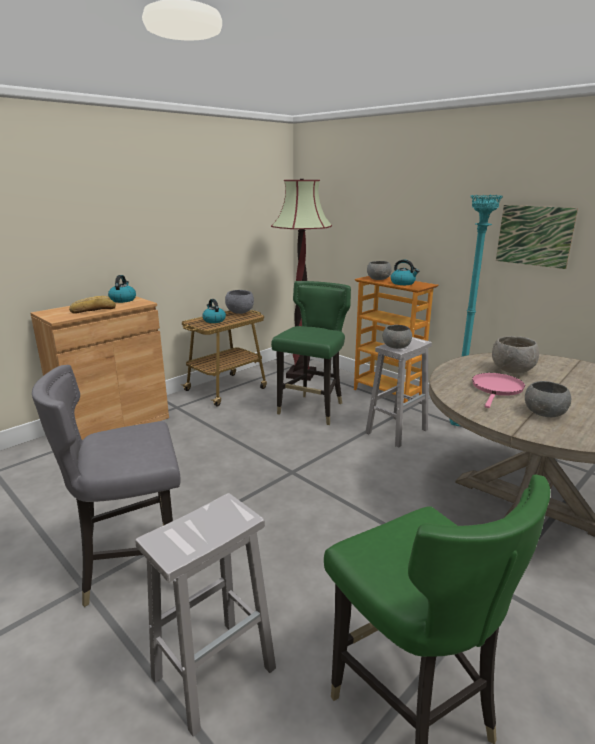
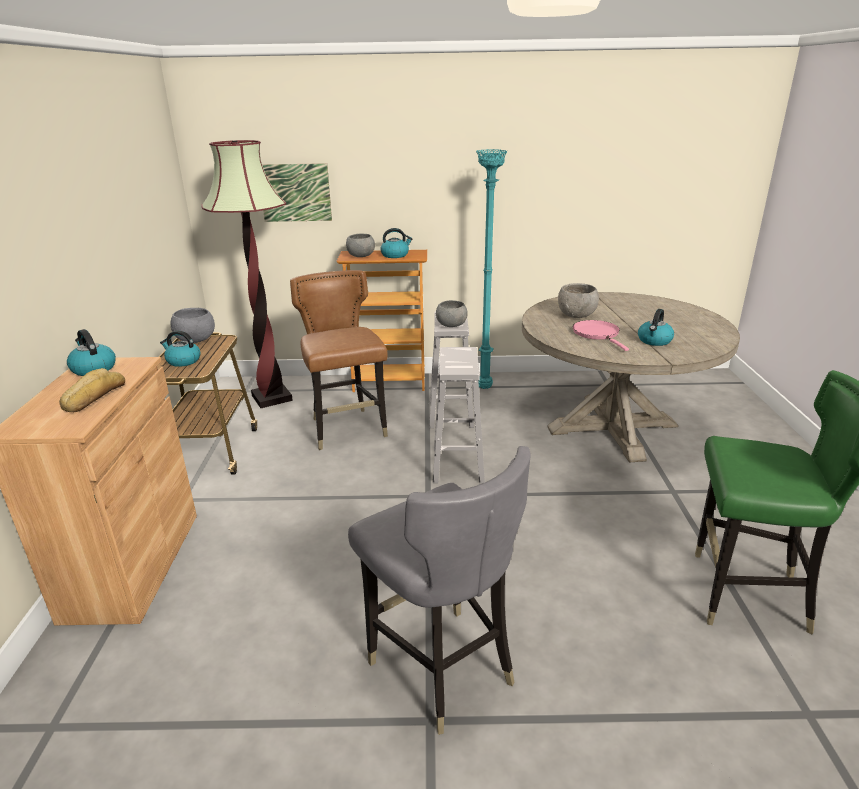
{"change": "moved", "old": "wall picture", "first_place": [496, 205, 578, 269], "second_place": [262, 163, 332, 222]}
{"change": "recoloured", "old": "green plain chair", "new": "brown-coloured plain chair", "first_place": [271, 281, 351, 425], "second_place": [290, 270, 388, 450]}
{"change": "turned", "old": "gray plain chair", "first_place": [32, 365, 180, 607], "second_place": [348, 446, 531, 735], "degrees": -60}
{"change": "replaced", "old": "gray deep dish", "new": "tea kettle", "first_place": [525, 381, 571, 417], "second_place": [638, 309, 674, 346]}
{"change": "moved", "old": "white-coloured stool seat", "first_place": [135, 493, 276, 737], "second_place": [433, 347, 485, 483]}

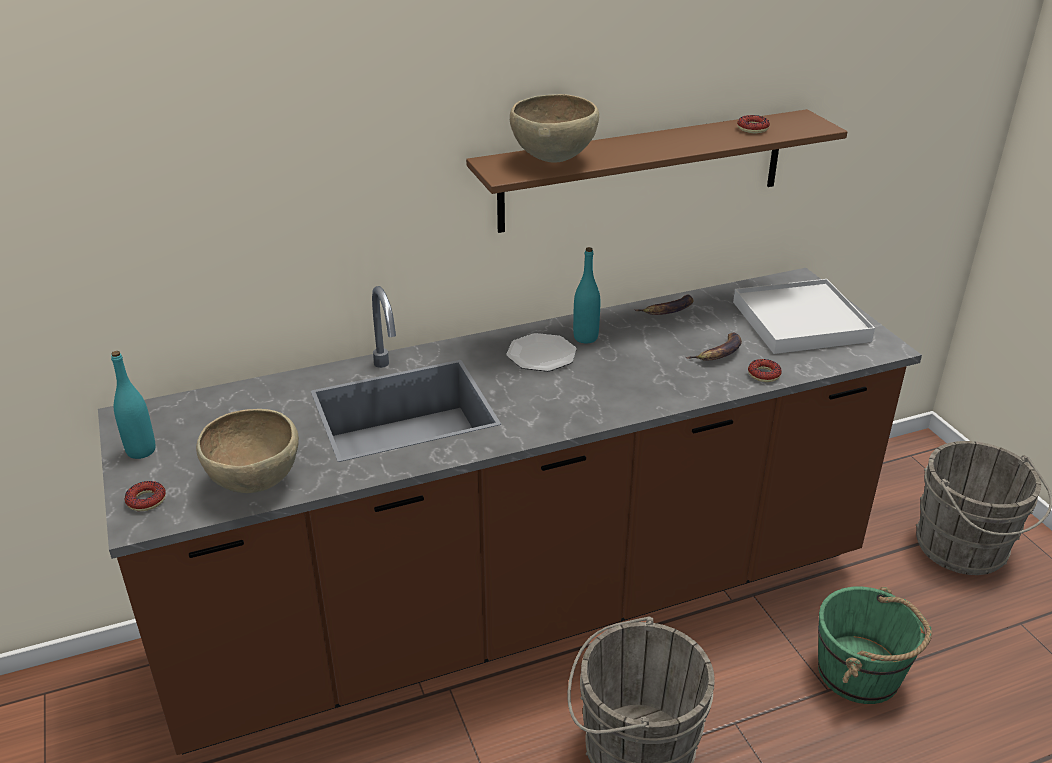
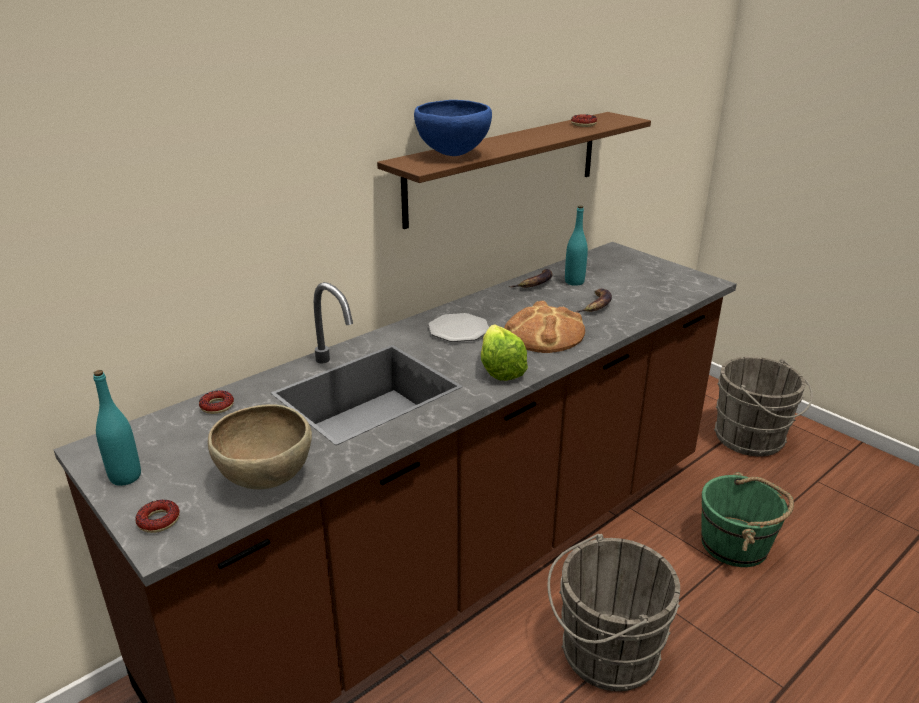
{"change": "recoloured", "old": "brown-coloured deep dish", "new": "blue-coloured deep dish", "first_place": [510, 94, 599, 162], "second_place": [414, 100, 492, 156]}
{"change": "moved", "old": "blue-green drink bottle", "first_place": [573, 247, 600, 344], "second_place": [565, 205, 588, 286]}
{"change": "removed", "old": "white-coloured serving tray", "first_place": [733, 279, 875, 354]}
{"change": "moved", "old": "ring doughnut", "first_place": [748, 359, 782, 382], "second_place": [199, 390, 234, 414]}
{"change": "added", "new": "bakery bread", "second_place": [504, 300, 585, 353]}
{"change": "added", "new": "lettuce head", "second_place": [481, 324, 528, 381]}

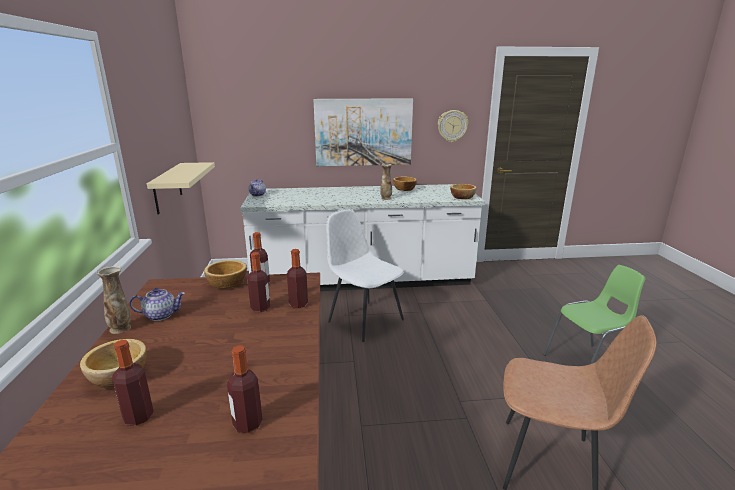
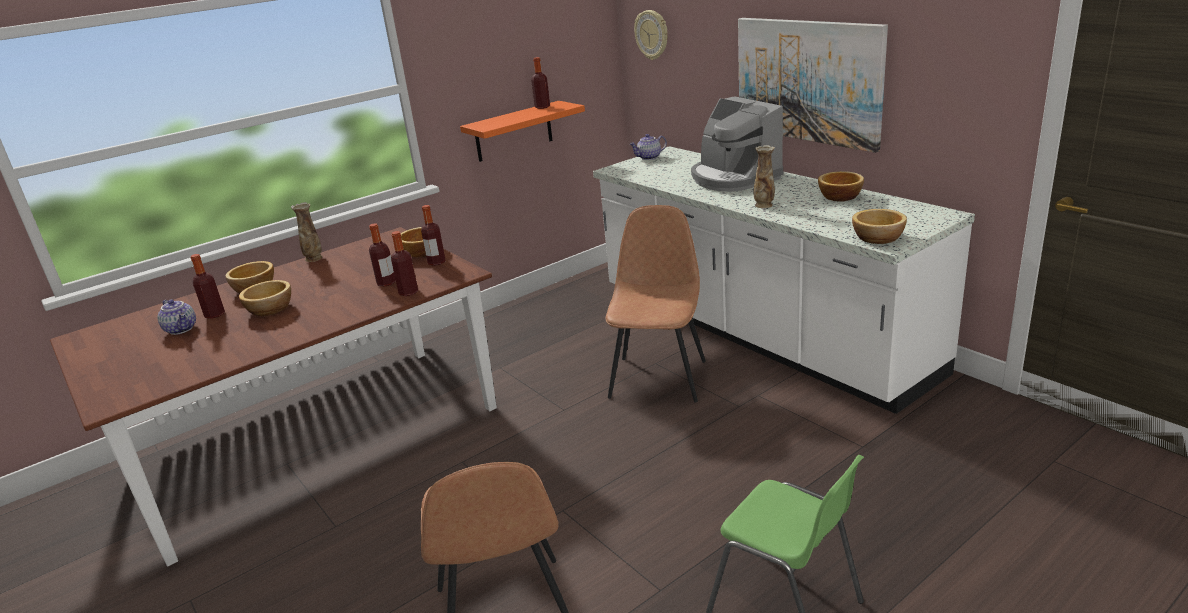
{"change": "moved", "old": "hanging clock", "first_place": [438, 110, 469, 142], "second_place": [634, 10, 668, 60]}
{"change": "recoloured", "old": "sand-coloured bracket shelf", "new": "orangey bracket shelf", "first_place": [147, 162, 215, 214], "second_place": [460, 101, 585, 162]}
{"change": "recoloured", "old": "white-coloured plain chair", "new": "brown-coloured plain chair", "first_place": [327, 209, 404, 342], "second_place": [605, 205, 706, 403]}
{"change": "moved", "old": "pot for tea", "first_place": [130, 288, 185, 321], "second_place": [157, 299, 196, 335]}
{"change": "moved", "old": "drink bottle", "first_place": [227, 345, 262, 433], "second_place": [531, 57, 550, 109]}
{"change": "added", "new": "coffee machine", "second_place": [691, 96, 783, 192]}
{"change": "added", "new": "deep dish", "second_place": [239, 280, 291, 316]}

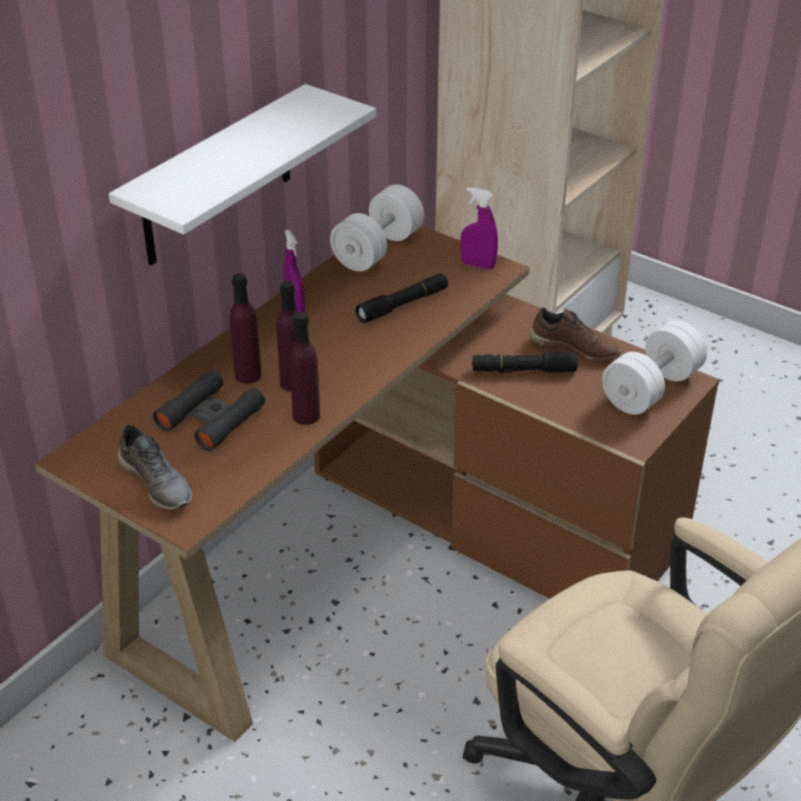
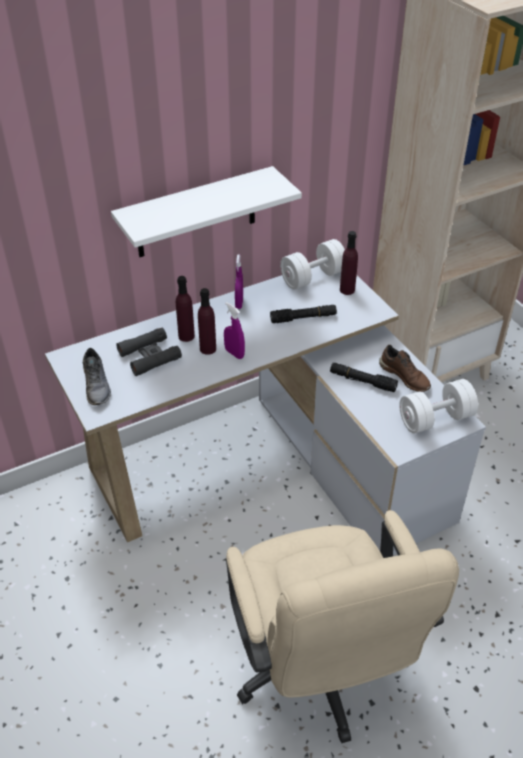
{"change": "moved", "old": "purple-coloured hand sprayer", "first_place": [461, 187, 498, 269], "second_place": [224, 302, 245, 359]}
{"change": "recoloured", "old": "brown-coloured desk", "new": "white-coloured desk", "first_place": [35, 226, 719, 742], "second_place": [45, 266, 486, 555]}
{"change": "moved", "old": "purple-coloured drink bottle", "first_place": [289, 312, 320, 425], "second_place": [340, 231, 358, 295]}

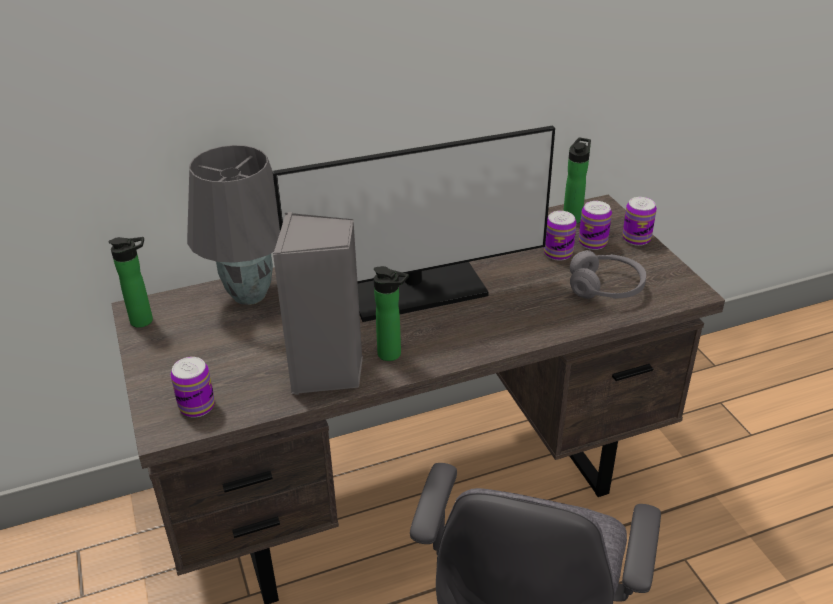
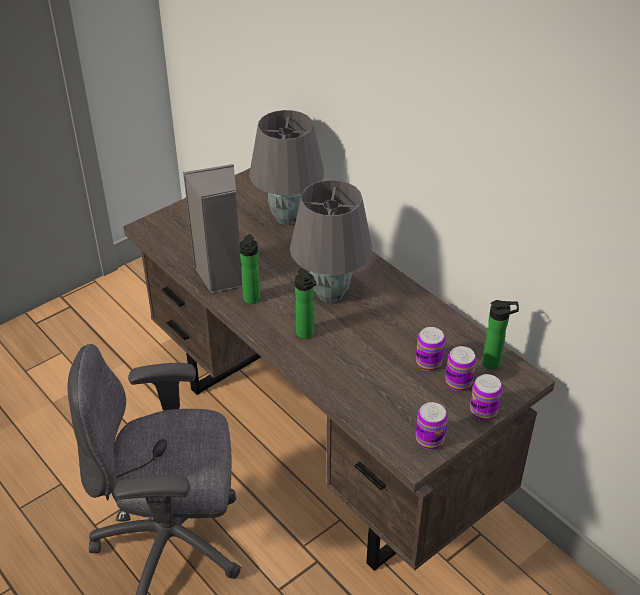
{"change": "replaced", "old": "monitor", "new": "gray tabletop lamp", "first_place": [273, 126, 555, 322], "second_place": [290, 180, 372, 303]}
{"change": "moved", "old": "drink bottle", "first_place": [108, 237, 153, 328], "second_place": [295, 268, 316, 339]}
{"change": "removed", "old": "gray pair of headphones", "first_place": [570, 250, 646, 299]}
{"change": "moved", "old": "sealed can", "first_place": [170, 357, 215, 418], "second_place": [416, 402, 448, 449]}

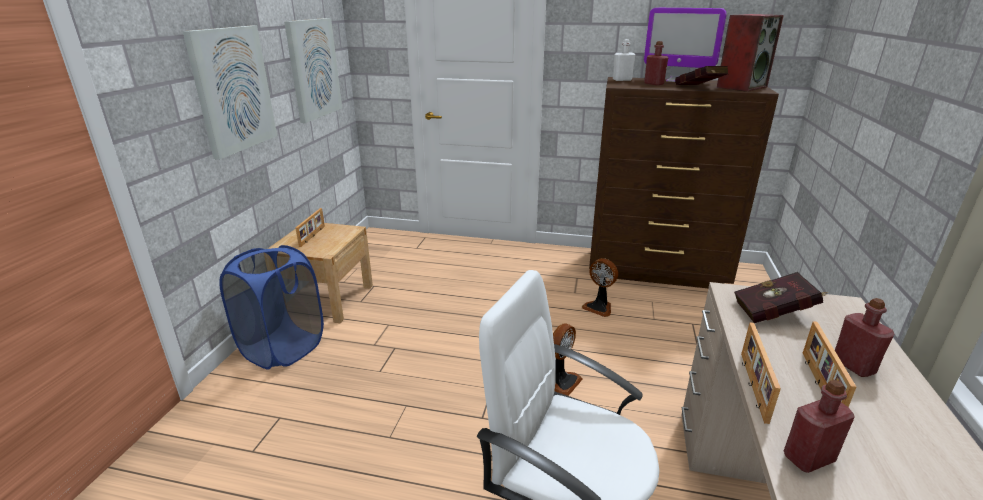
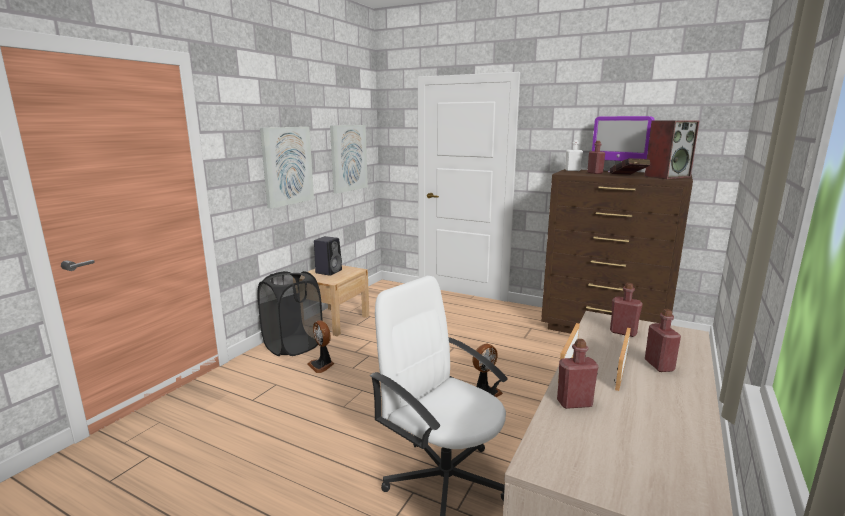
{"change": "replaced", "old": "photo frame", "new": "black loudspeaker", "first_place": [296, 208, 325, 247], "second_place": [314, 236, 342, 276]}
{"change": "recoloured", "old": "blue-coloured washing basket", "new": "black washing basket", "first_place": [219, 245, 324, 370], "second_place": [257, 271, 323, 356]}
{"change": "moved", "old": "electric fan", "first_place": [582, 258, 618, 317], "second_place": [307, 320, 335, 373]}
{"change": "replaced", "old": "red-coloured bound book", "new": "red-coloured drink bottle", "first_place": [734, 272, 828, 323], "second_place": [610, 283, 643, 337]}

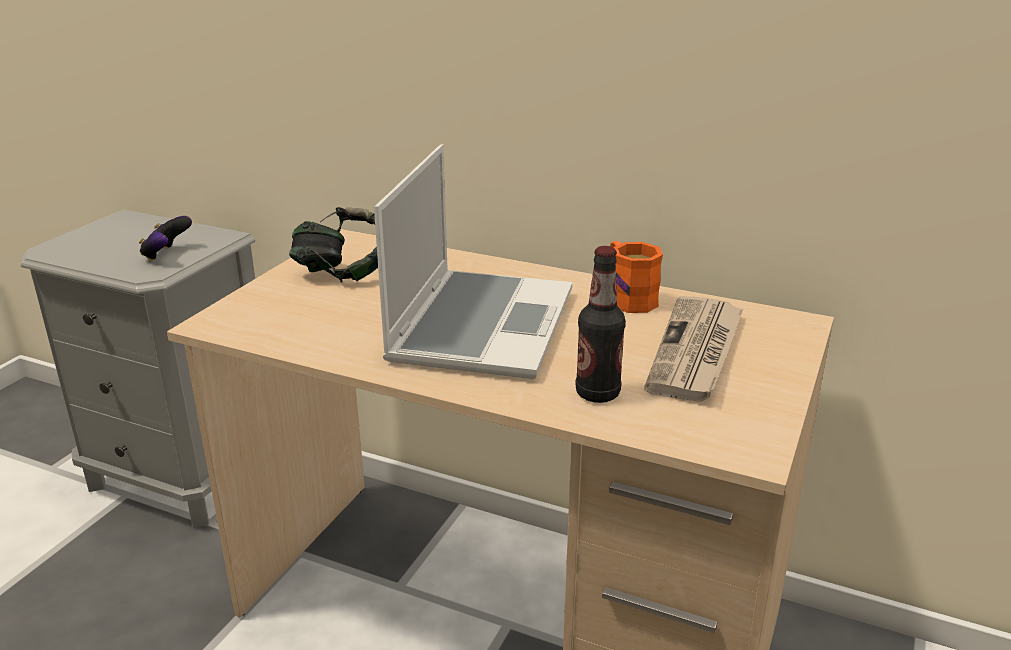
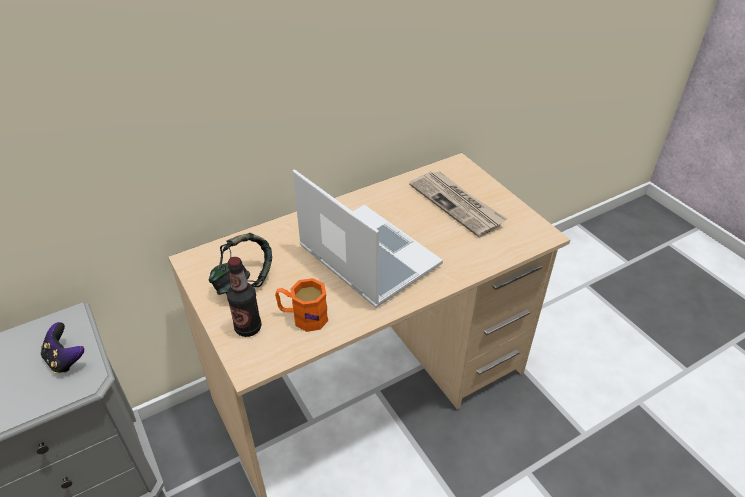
{"change": "moved", "old": "orangey coffee mug", "first_place": [610, 241, 663, 313], "second_place": [275, 278, 328, 332]}
{"change": "moved", "old": "drink bottle", "first_place": [576, 246, 626, 403], "second_place": [227, 257, 262, 337]}

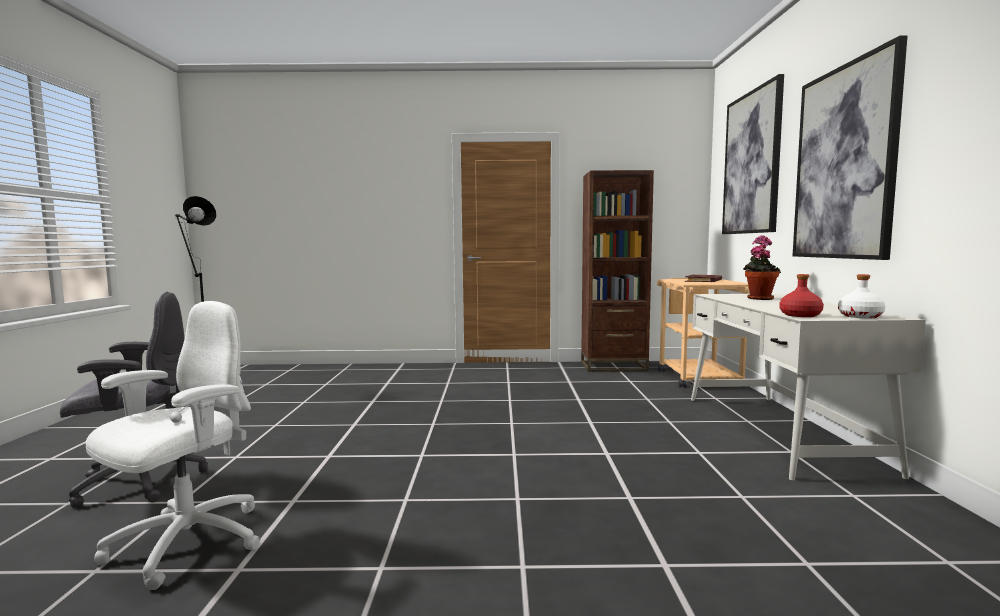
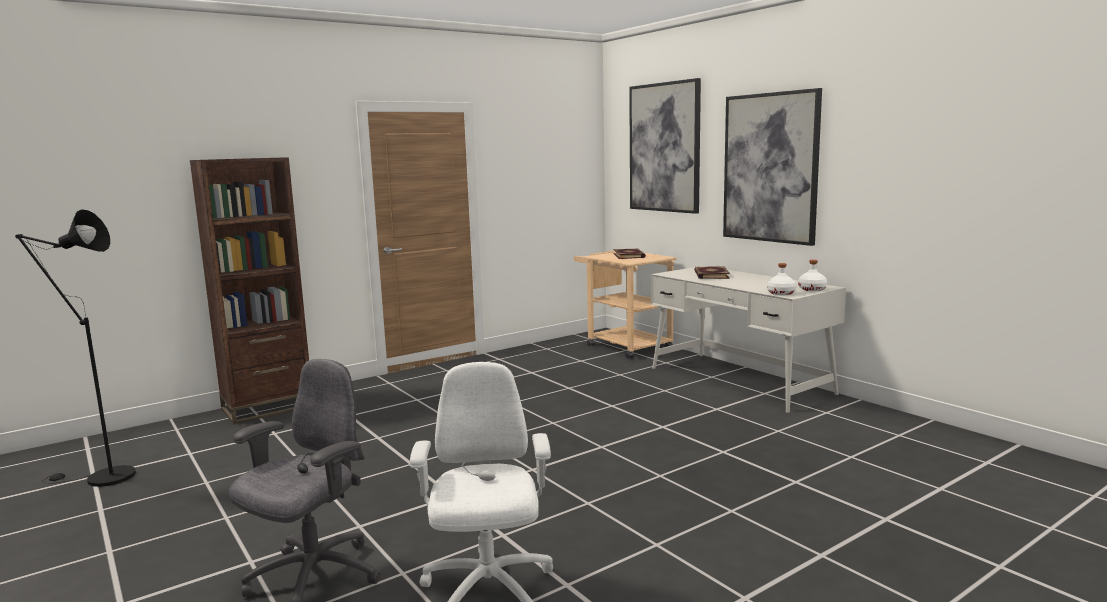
{"change": "moved", "old": "brown-coloured shelving unit", "first_place": [581, 170, 654, 372], "second_place": [190, 157, 309, 424]}
{"change": "replaced", "old": "plant in a pot", "new": "bound book", "first_place": [743, 235, 781, 300], "second_place": [694, 266, 730, 279]}
{"change": "recoloured", "old": "red-coloured drink bottle", "new": "white-coloured drink bottle", "first_place": [780, 274, 824, 317], "second_place": [767, 263, 796, 295]}

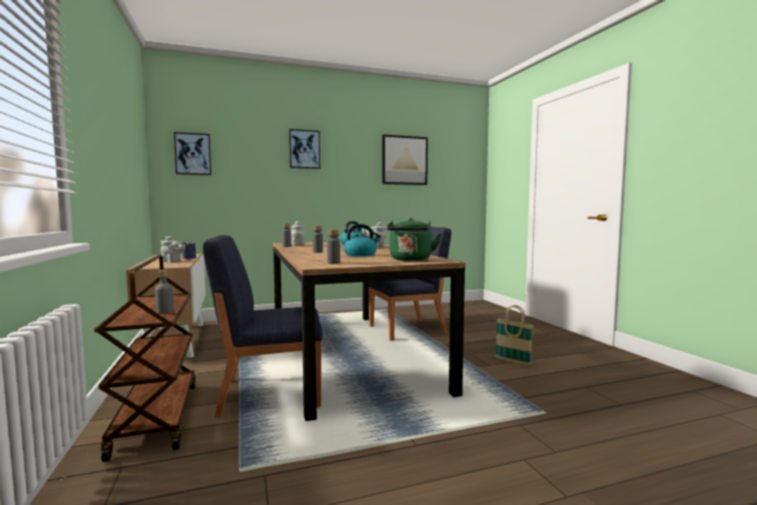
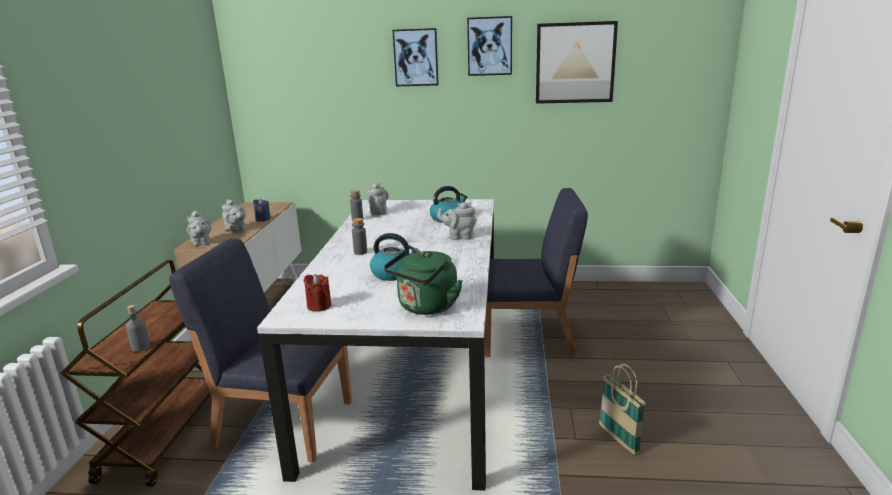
{"change": "moved", "old": "wall picture", "first_place": [174, 132, 211, 175], "second_place": [467, 16, 512, 76]}
{"change": "replaced", "old": "gray drink bottle", "new": "red-coloured wax candle", "first_place": [327, 230, 340, 264], "second_place": [304, 274, 332, 312]}
{"change": "recoloured", "old": "brown-coloured kitchen table", "new": "white-coloured kitchen table", "first_place": [273, 241, 466, 421], "second_place": [257, 199, 494, 491]}
{"change": "added", "new": "gray pot for tea", "second_place": [187, 210, 211, 246]}

